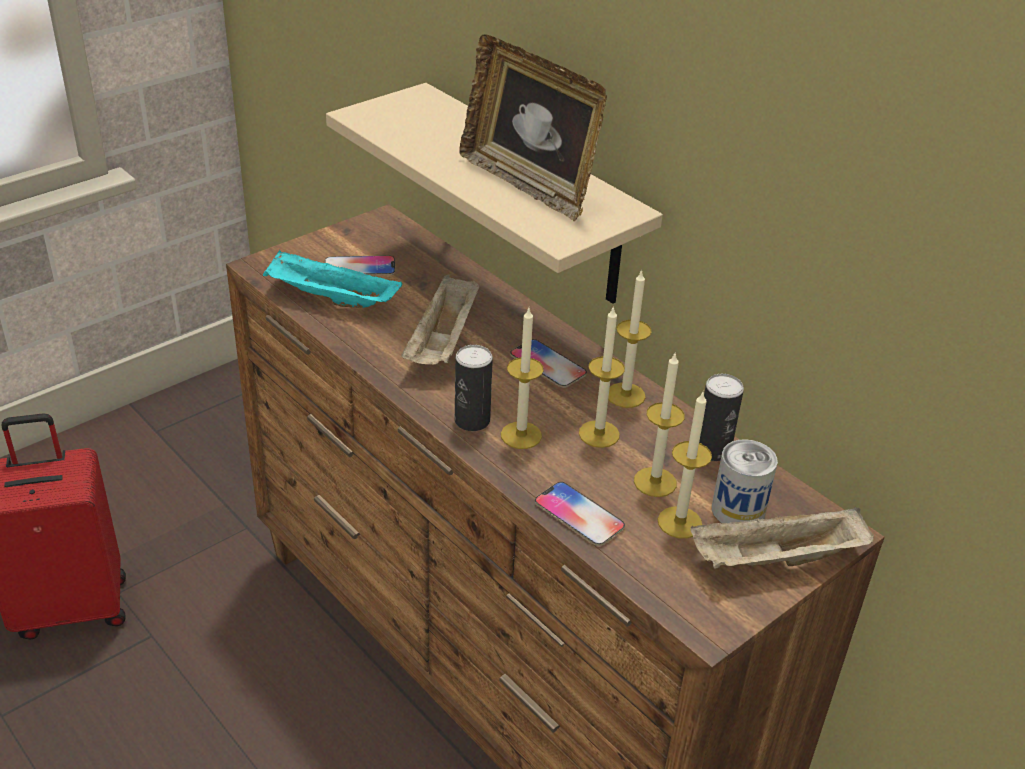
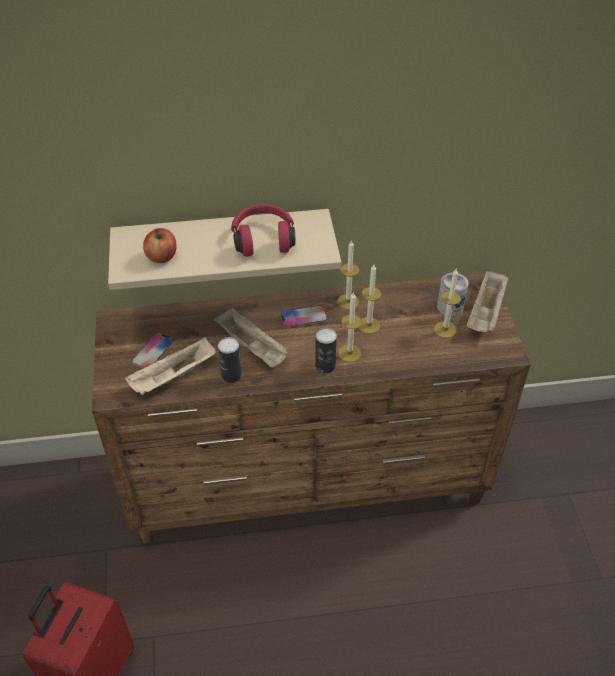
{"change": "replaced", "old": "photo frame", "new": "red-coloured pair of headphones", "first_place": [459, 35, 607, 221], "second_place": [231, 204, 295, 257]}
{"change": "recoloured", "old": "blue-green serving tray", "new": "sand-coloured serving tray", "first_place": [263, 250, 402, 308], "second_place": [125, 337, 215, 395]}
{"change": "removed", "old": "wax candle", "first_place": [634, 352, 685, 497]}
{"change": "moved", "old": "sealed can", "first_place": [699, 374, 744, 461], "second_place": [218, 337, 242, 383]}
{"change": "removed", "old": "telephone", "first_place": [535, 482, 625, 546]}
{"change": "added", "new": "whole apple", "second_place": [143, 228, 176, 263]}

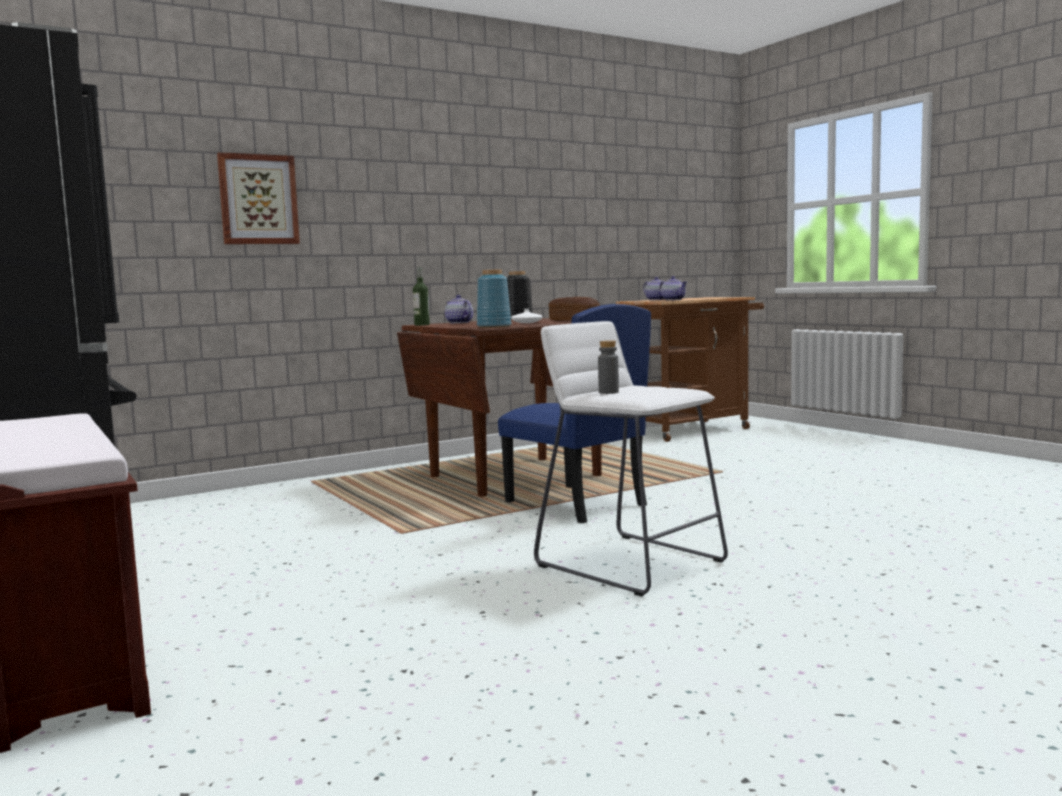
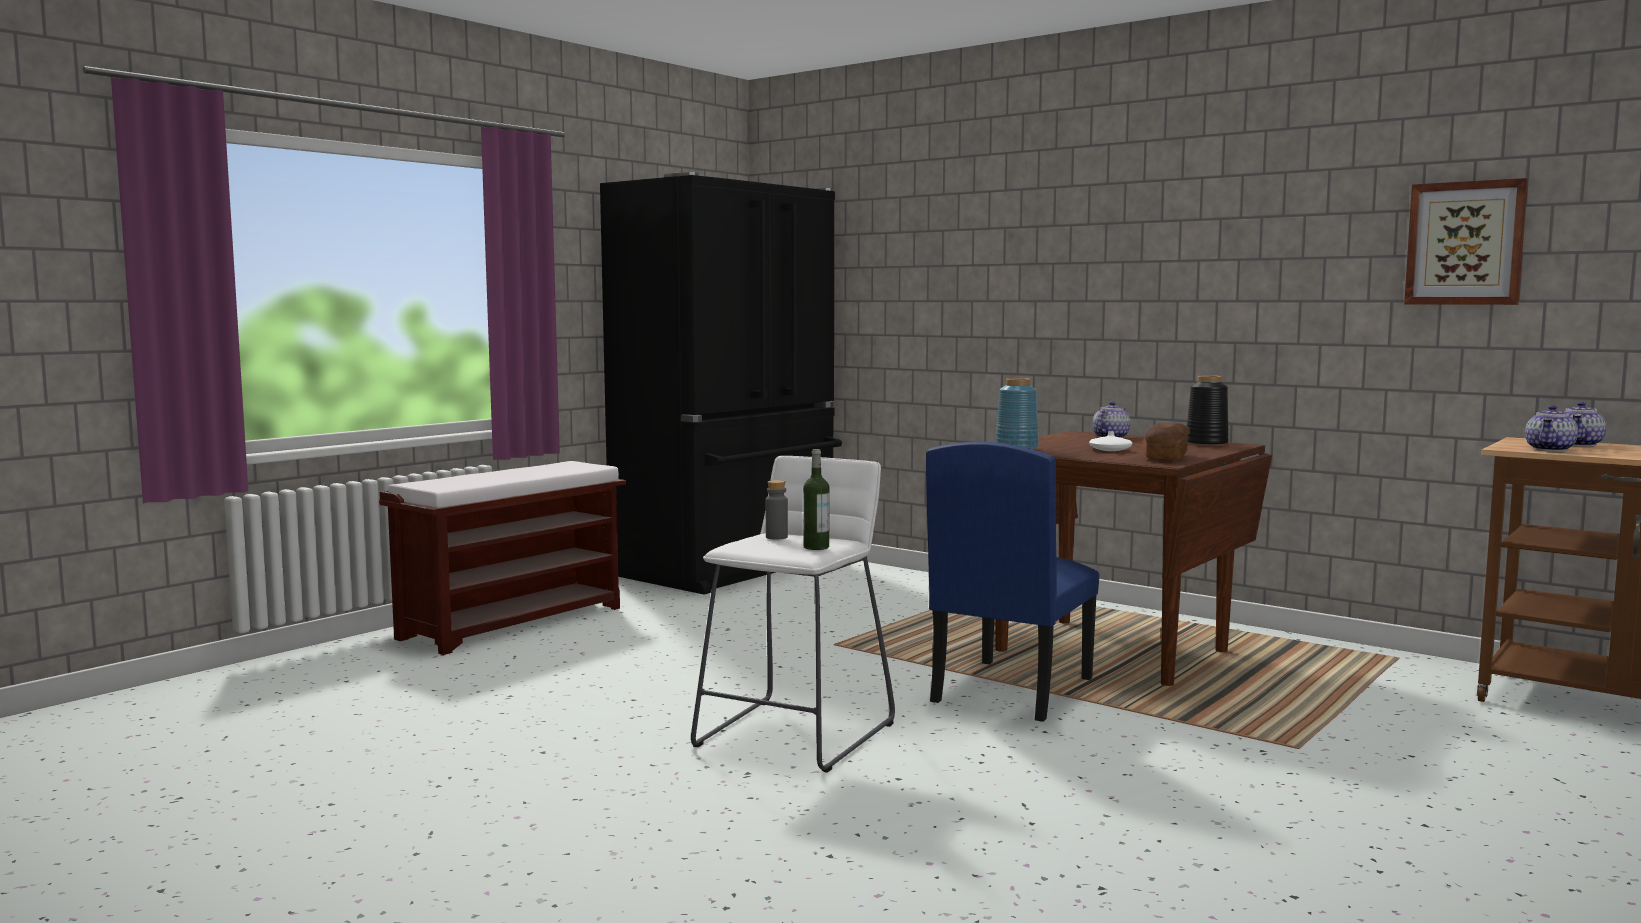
{"change": "moved", "old": "wall picture", "first_place": [217, 152, 300, 244], "second_place": [1404, 178, 1528, 305]}
{"change": "moved", "old": "drink bottle", "first_place": [413, 267, 430, 326], "second_place": [803, 449, 829, 550]}

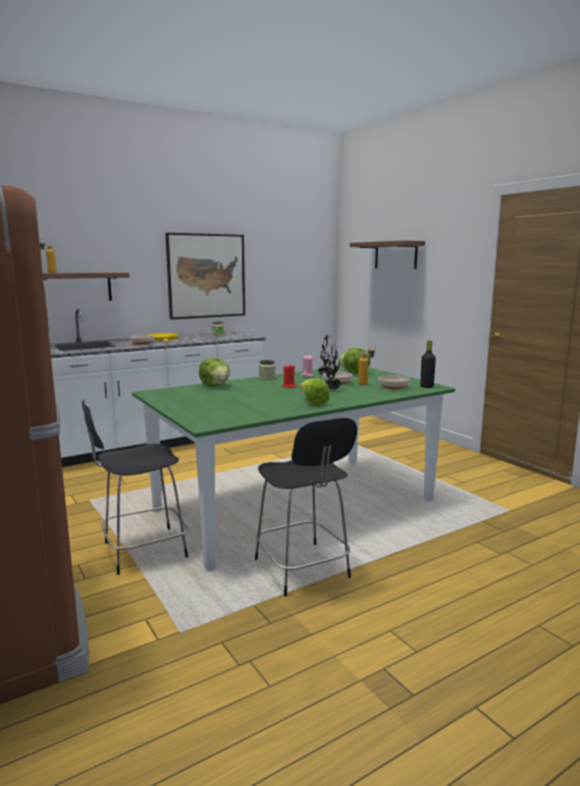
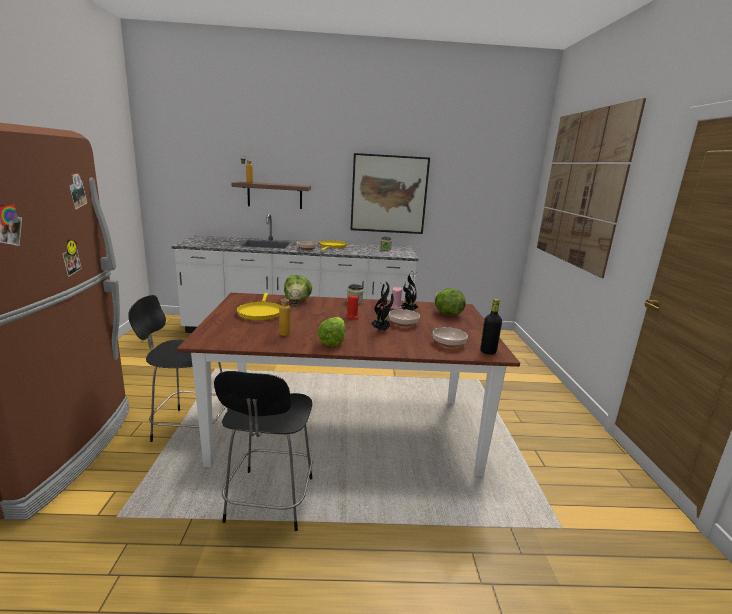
{"change": "replaced", "old": "bracket shelf", "new": "wall picture", "first_place": [350, 240, 425, 269], "second_place": [537, 98, 646, 278]}
{"change": "moved", "old": "drink bottle", "first_place": [358, 346, 375, 385], "second_place": [279, 293, 299, 336]}
{"change": "recoloured", "old": "green kitchen table", "new": "brown-coloured kitchen table", "first_place": [132, 366, 455, 571], "second_place": [177, 293, 520, 476]}
{"change": "added", "new": "yellow-coloured pan", "second_place": [236, 293, 281, 320]}

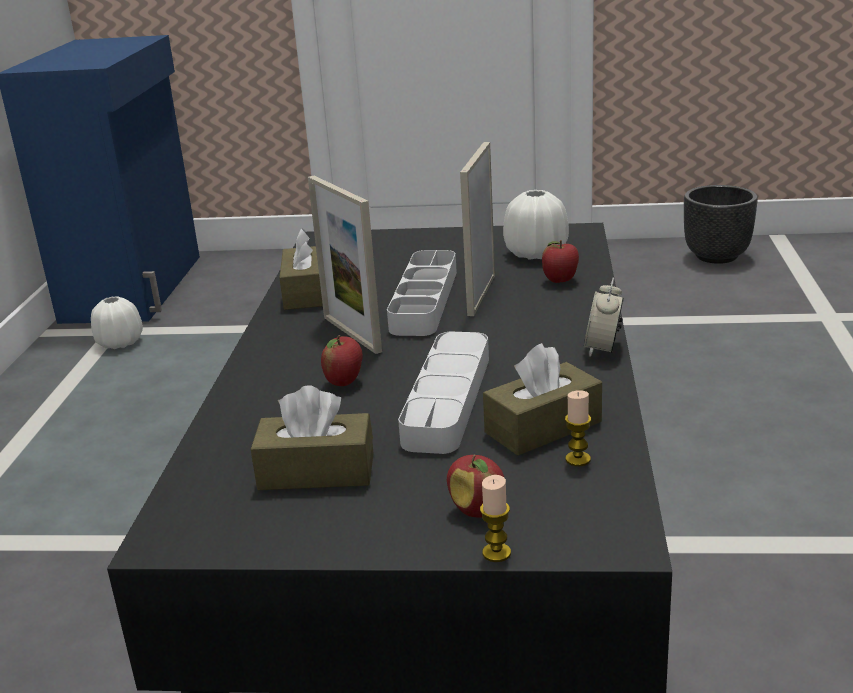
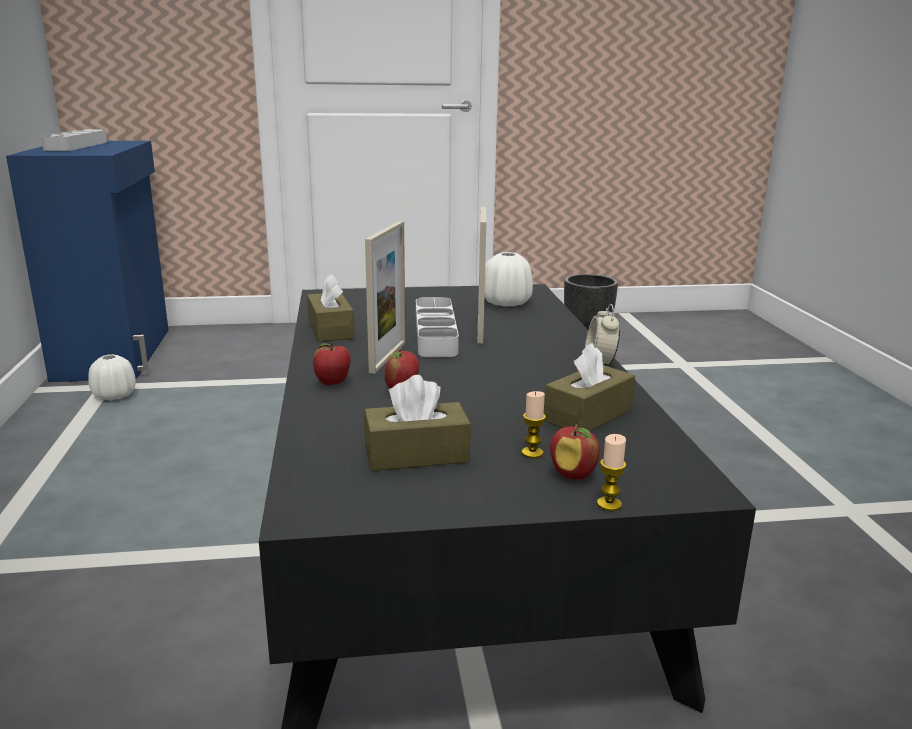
{"change": "turned", "old": "photo frame", "first_place": [308, 176, 382, 354], "second_place": [365, 221, 405, 374], "degrees": -120}
{"change": "moved", "old": "whole apple", "first_place": [542, 240, 579, 283], "second_place": [313, 342, 351, 385]}
{"change": "moved", "old": "gray serving tray", "first_place": [398, 331, 489, 454], "second_place": [41, 129, 107, 151]}
{"change": "moved", "old": "wax candle", "first_place": [565, 390, 591, 466], "second_place": [521, 391, 546, 458]}

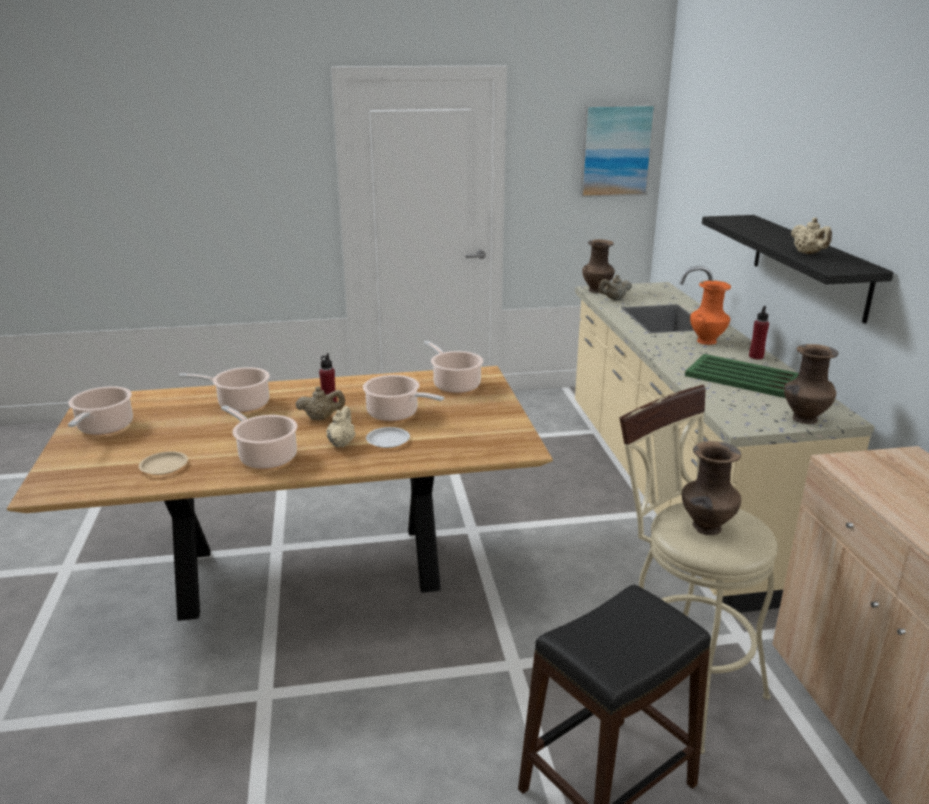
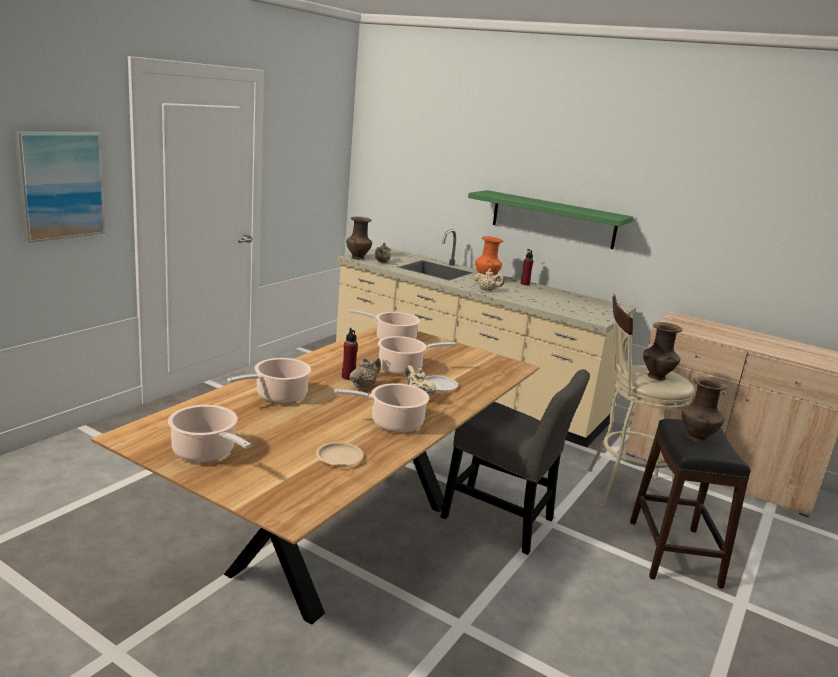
{"change": "moved", "old": "wall picture", "first_place": [580, 104, 656, 197], "second_place": [15, 132, 105, 243]}
{"change": "recoloured", "old": "black bracket shelf", "new": "green bracket shelf", "first_place": [702, 215, 894, 324], "second_place": [468, 190, 633, 249]}
{"change": "moved", "old": "sand-coloured pot for tea", "first_place": [791, 218, 832, 254], "second_place": [474, 269, 504, 291]}
{"change": "moved", "old": "brown-coloured flower vase", "first_place": [784, 344, 838, 424], "second_place": [682, 377, 727, 443]}
{"change": "removed", "old": "green serving tray", "first_place": [685, 354, 799, 398]}
{"change": "added", "new": "gray plain chair", "second_place": [440, 369, 590, 555]}

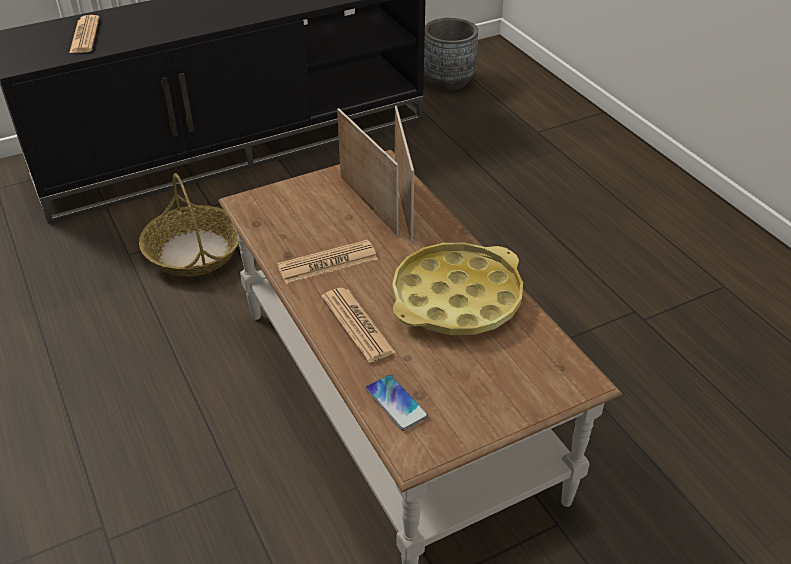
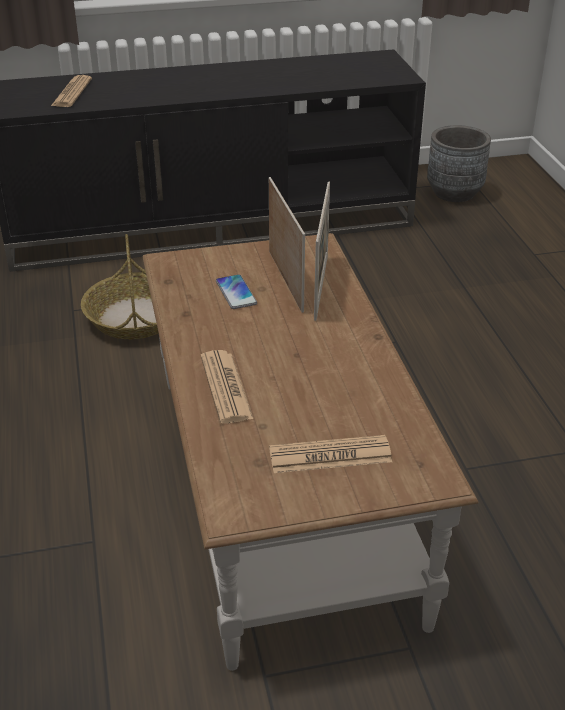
{"change": "moved", "old": "printed paper", "first_place": [277, 240, 378, 284], "second_place": [269, 435, 392, 473]}
{"change": "removed", "old": "yellow-coloured serving tray", "first_place": [392, 243, 523, 335]}
{"change": "moved", "old": "telephone", "first_place": [365, 374, 428, 431], "second_place": [216, 274, 257, 309]}

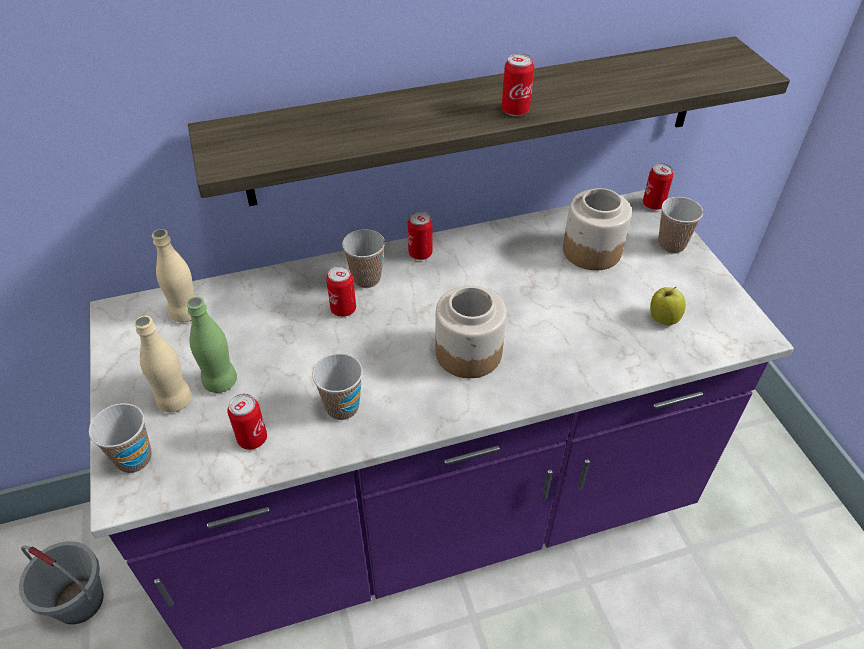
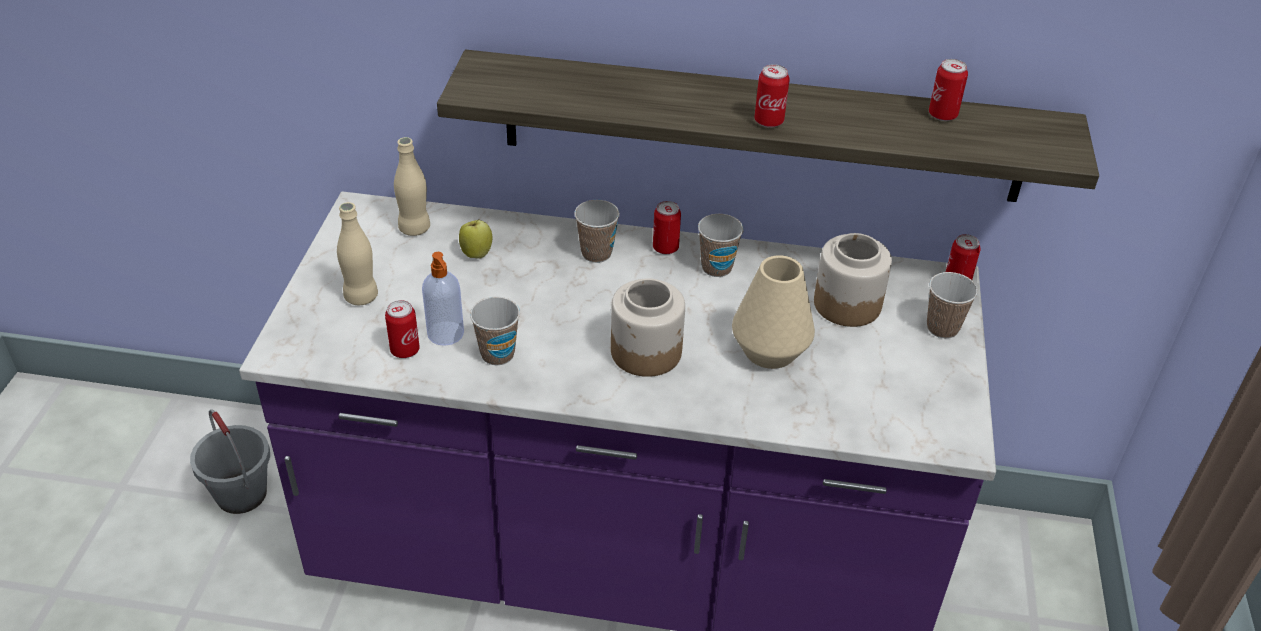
{"change": "moved", "old": "sealed can", "first_place": [326, 266, 356, 317], "second_place": [929, 59, 968, 121]}
{"change": "moved", "old": "whole apple", "first_place": [650, 287, 686, 325], "second_place": [459, 219, 493, 259]}
{"change": "removed", "old": "green drink bottle", "first_place": [187, 297, 237, 393]}
{"change": "moved", "old": "drinking cup", "first_place": [89, 403, 152, 473], "second_place": [698, 214, 744, 277]}
{"change": "added", "new": "soap bottle", "second_place": [422, 252, 464, 346]}
{"change": "added", "new": "sand-coloured flower vase", "second_place": [732, 255, 815, 369]}

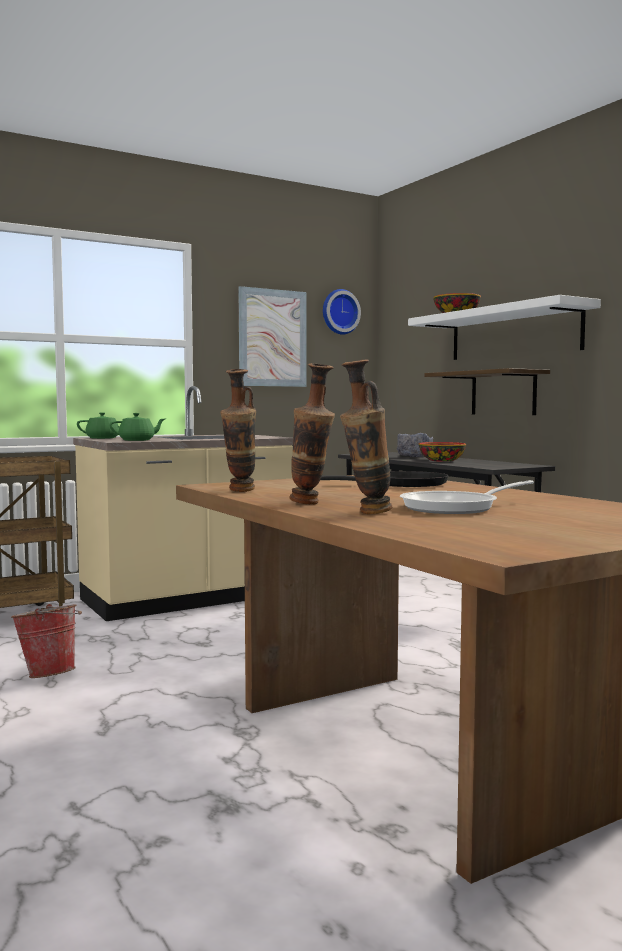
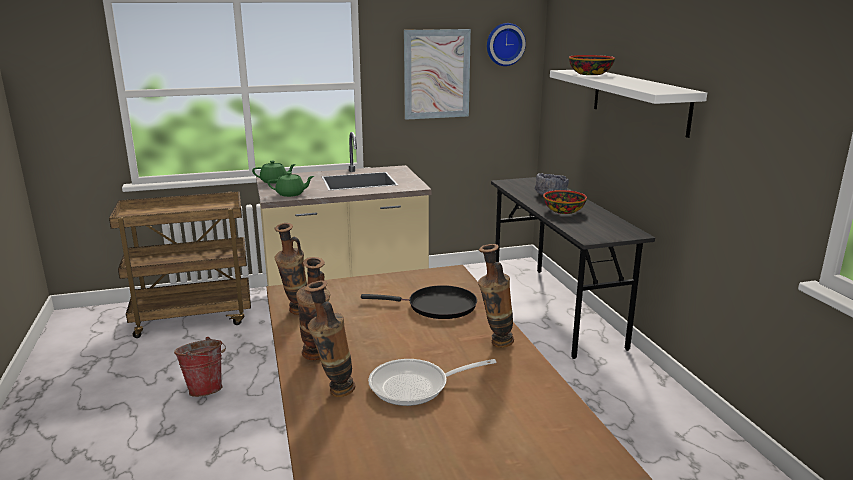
{"change": "removed", "old": "bracket shelf", "first_place": [424, 368, 550, 415]}
{"change": "added", "new": "flower vase", "second_place": [478, 244, 514, 348]}

